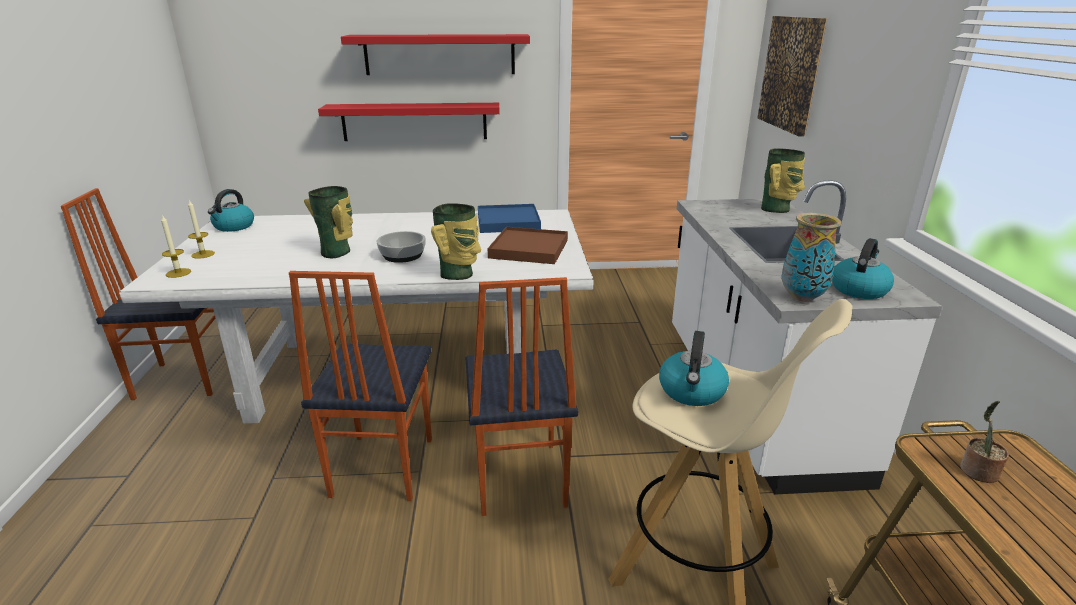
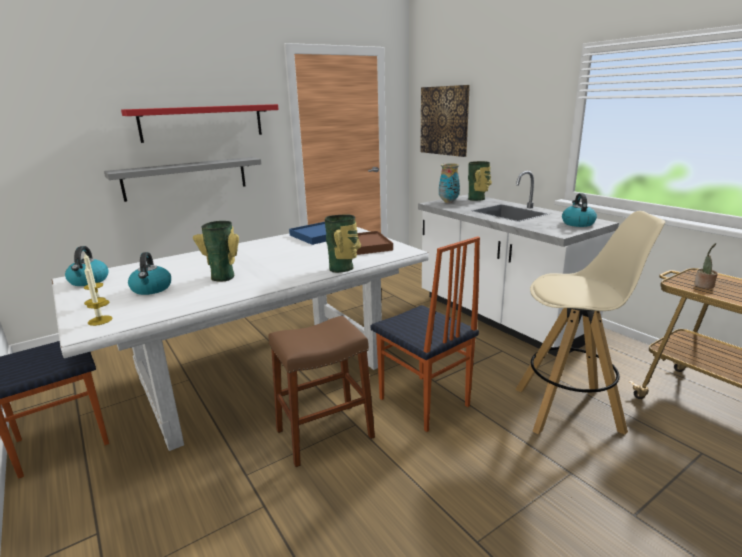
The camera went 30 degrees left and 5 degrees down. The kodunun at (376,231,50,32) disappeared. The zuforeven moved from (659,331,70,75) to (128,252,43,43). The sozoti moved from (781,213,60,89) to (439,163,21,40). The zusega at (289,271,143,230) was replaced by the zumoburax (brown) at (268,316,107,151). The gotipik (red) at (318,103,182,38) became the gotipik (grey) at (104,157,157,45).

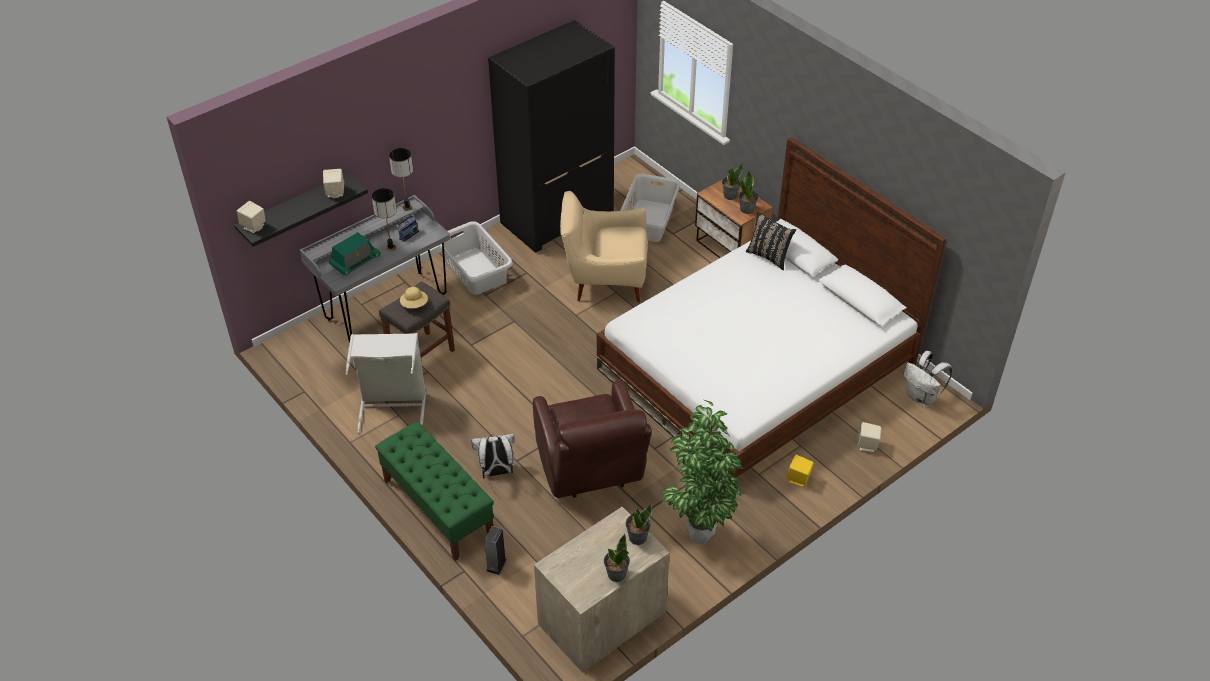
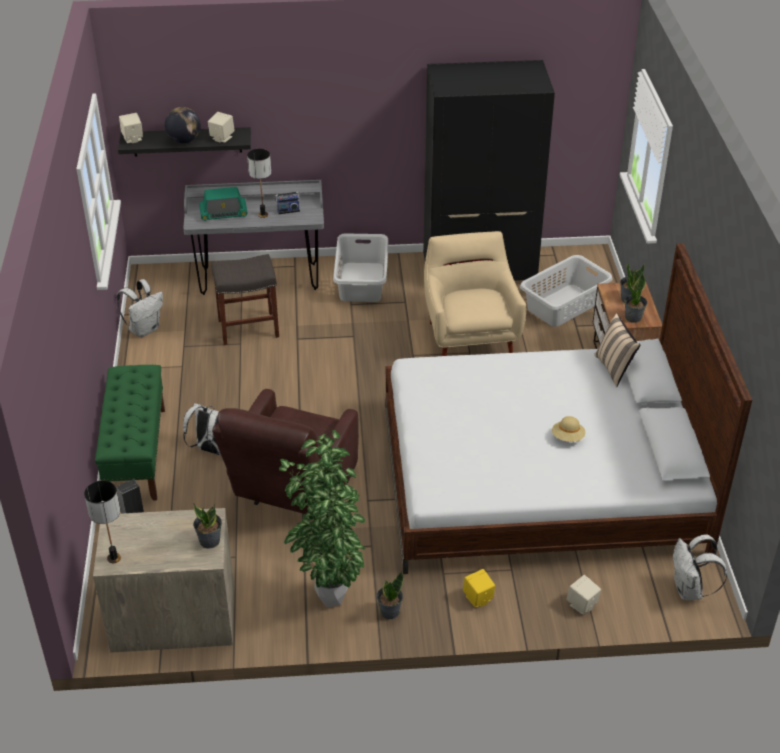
The camera went 35 degrees right and 5 degrees down. The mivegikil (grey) at (345,333,81,100) disappeared. The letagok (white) at (117,279,46,58) appeared. The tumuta at (164,107,37,36) appeared. The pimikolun moved from (389,148,24,63) to (84,480,37,83). The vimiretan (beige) moved from (400,287,28,21) to (552,416,33,26). The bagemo moved from (604,534,26,48) to (377,572,26,47). The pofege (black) at (746,212,50,58) became the pofege (beige) at (594,313,46,74). The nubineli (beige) at (560,191,87,111) turned 45 degrees clockwise.

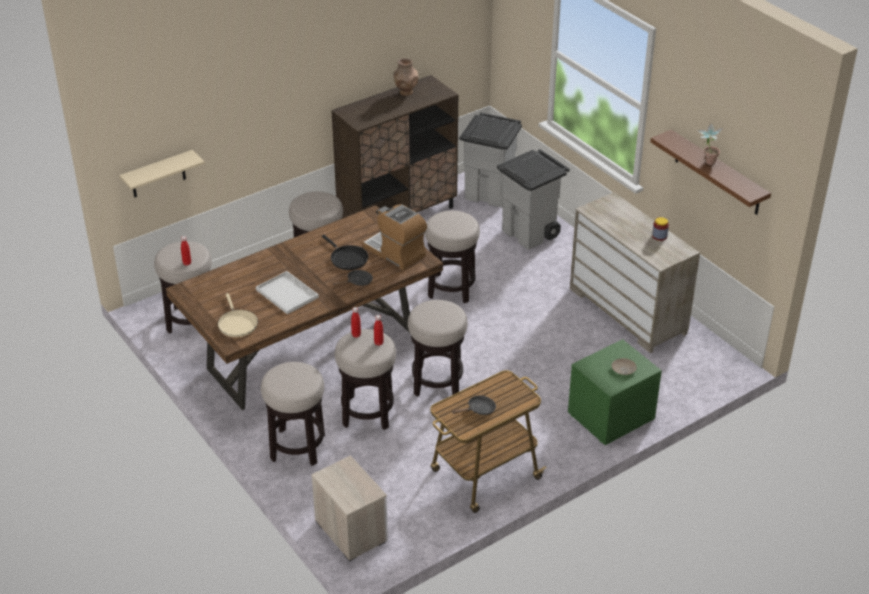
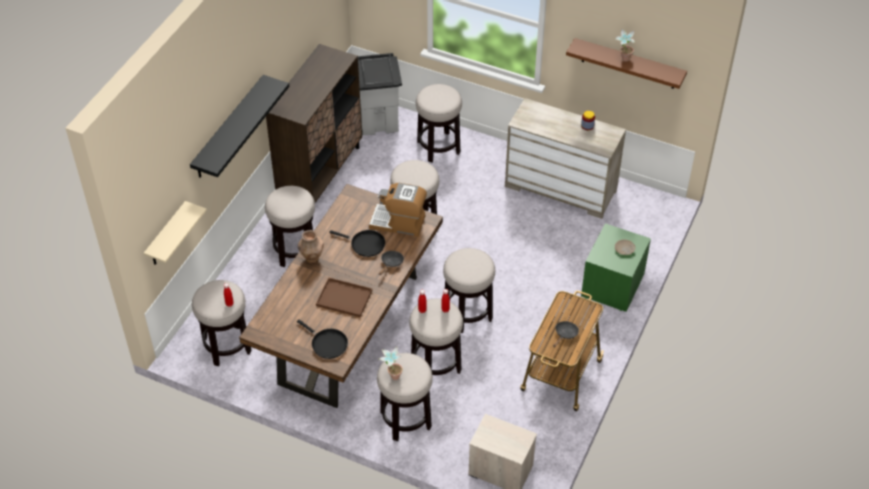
The camera went 30 degrees left and 10 degrees up. The gotipik (black) at (190,75,100,103) appeared. The bagemo at (379,347,24,33) appeared. The sozoti (brown) moved from (393,58,25,38) to (298,230,26,33). The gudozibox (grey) at (497,149,73,100) was replaced by the zumoburax at (416,84,46,78). The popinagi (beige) at (218,293,40,44) became the popinagi (black) at (297,319,51,40). The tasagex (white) at (256,271,63,43) became the tasagex (brown) at (316,278,56,39).

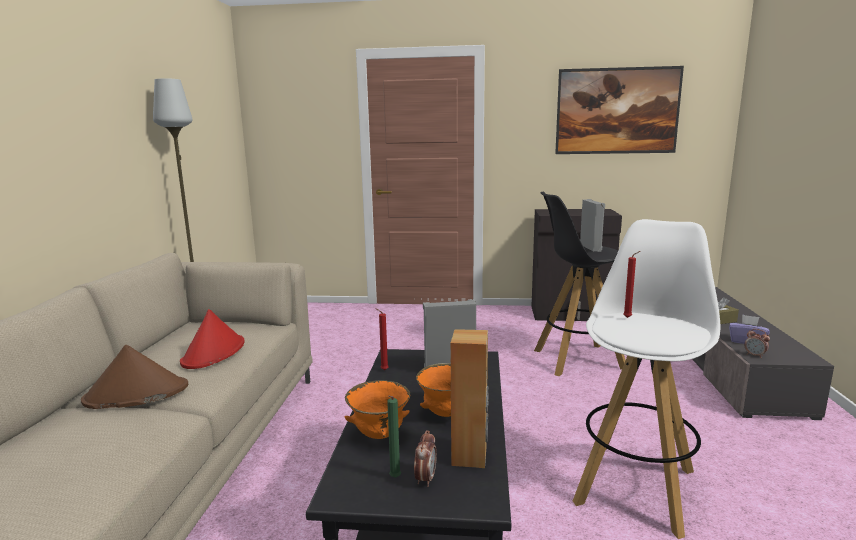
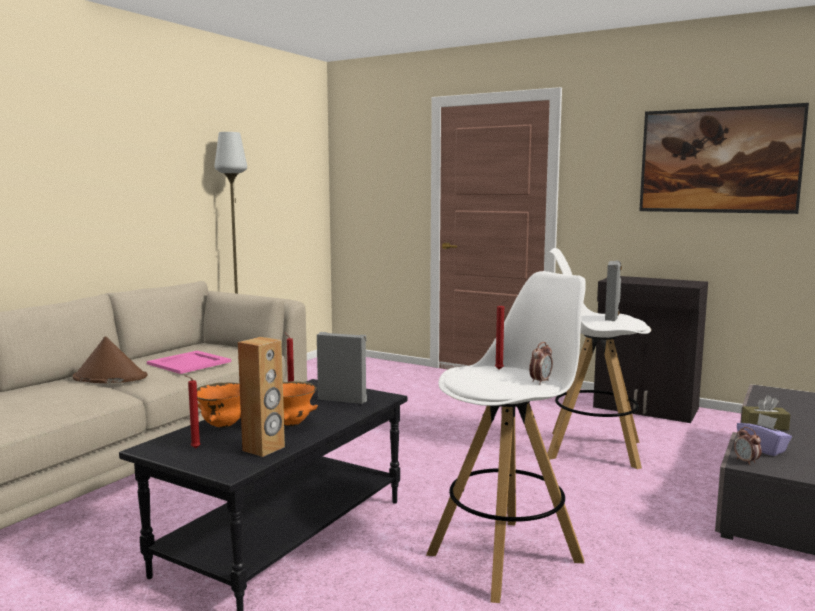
The camera went 25 degrees right and 5 degrees down. The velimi moved from (414,430,23,57) to (529,342,24,42). The vimiretan (red) at (180,309,65,60) was replaced by the tasagex (pink) at (147,351,84,23). The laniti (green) at (387,396,14,82) became the laniti (red) at (184,375,17,73). The zumoburax (black) at (534,192,92,184) became the zumoburax (white) at (547,248,104,221).

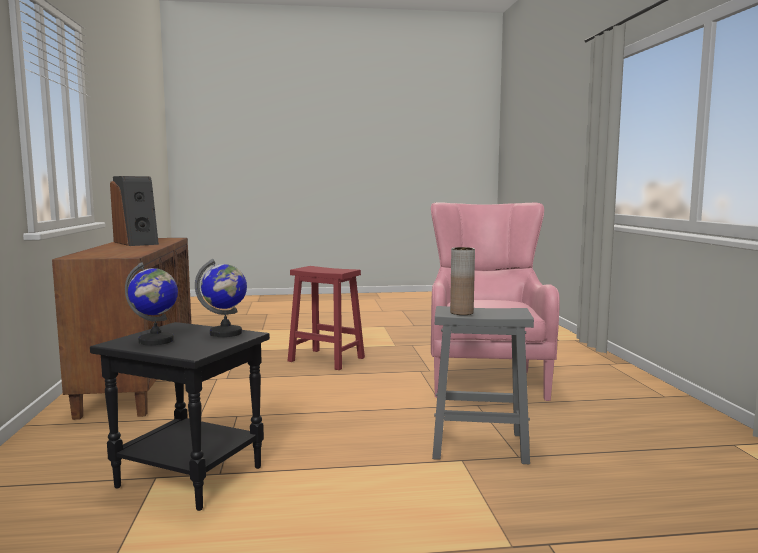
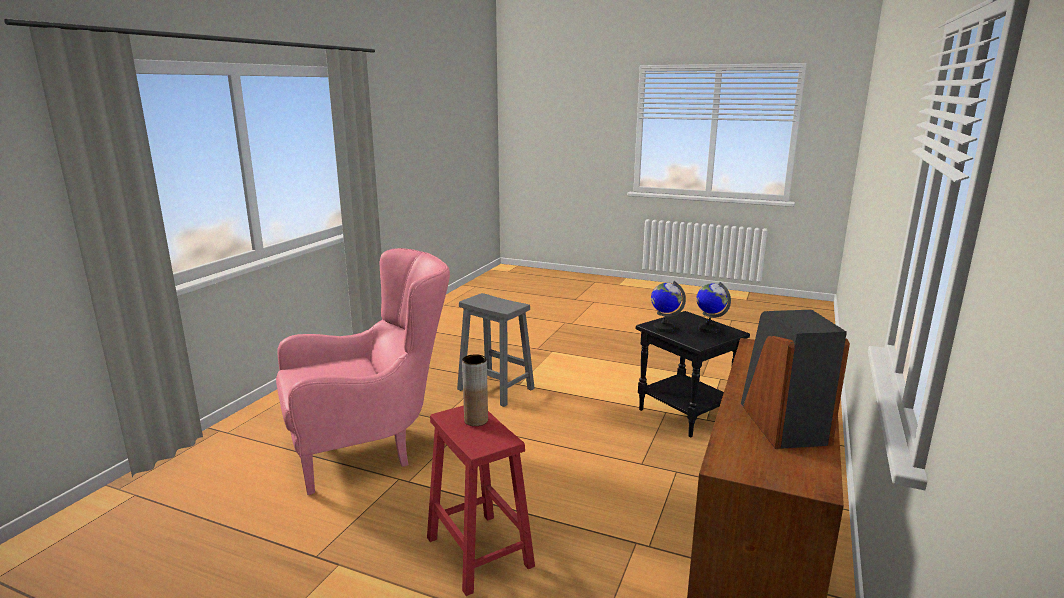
The camera went 150 degrees left and 10 degrees up. The sozoti (brown) moved from (450,247,25,68) to (462,354,26,72). The nubineli (pink) at (431,202,129,199) turned 150 degrees counterclockwise.

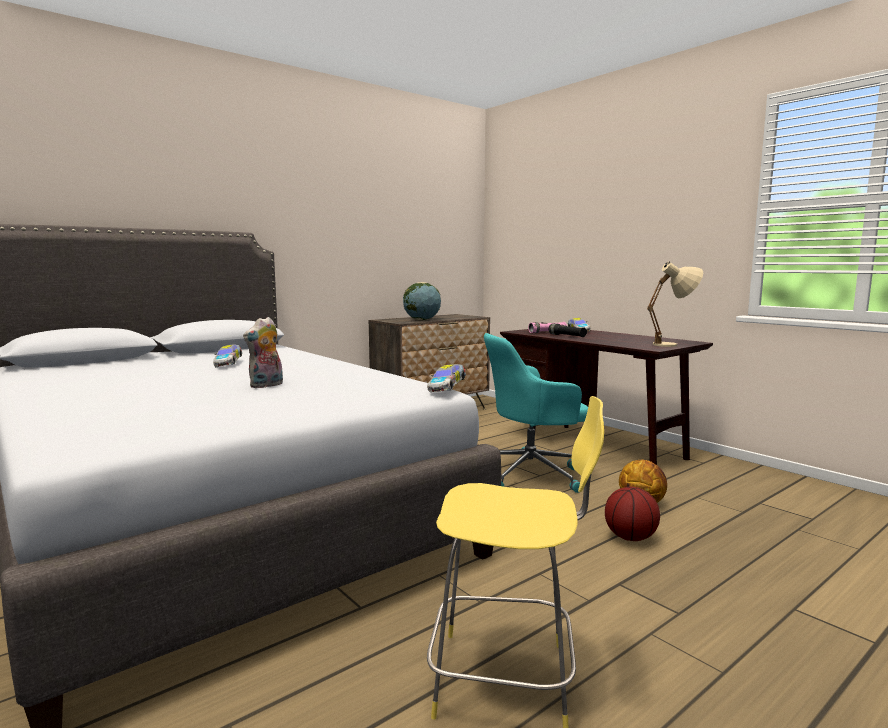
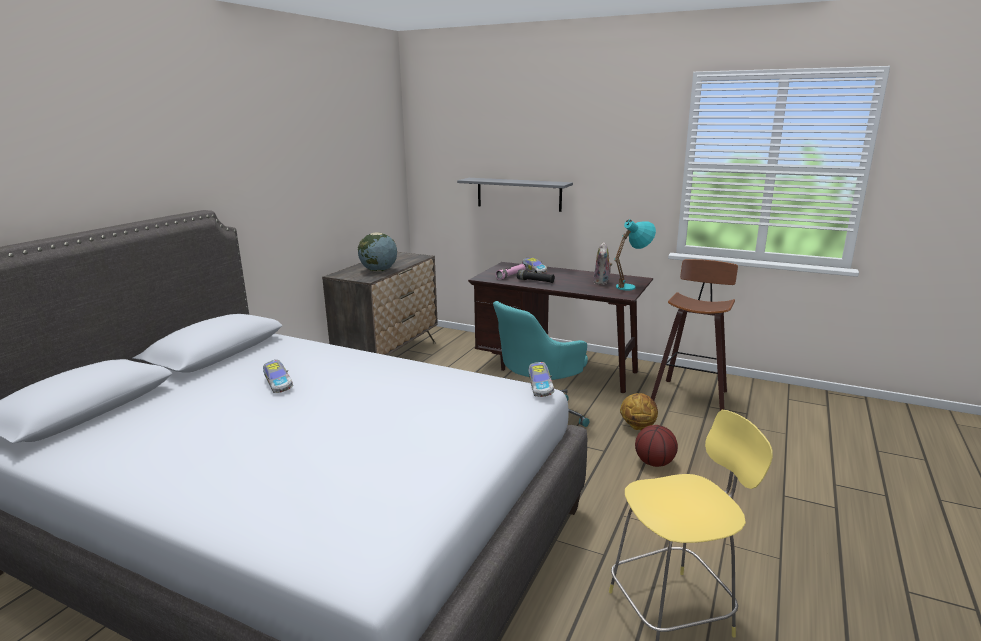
The camera went 25 degrees left and 10 degrees up. The gotipik (grey) at (457,178,116,34) appeared. The zumoburax at (651,259,87,152) appeared. The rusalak moved from (243,317,40,71) to (594,242,19,43). The pimikolun (beige) at (647,262,56,85) became the pimikolun (turquoise) at (614,220,42,70).

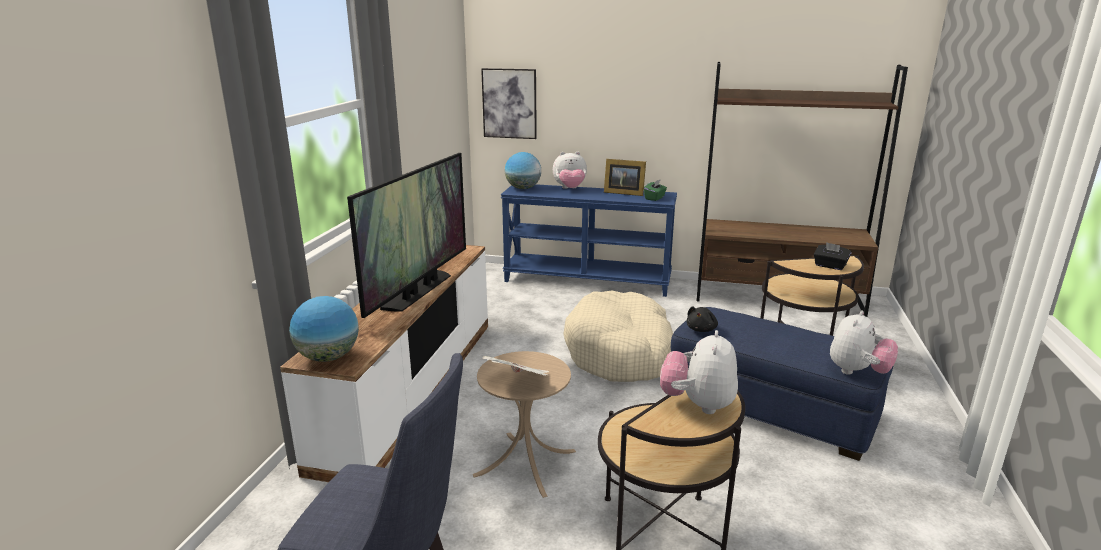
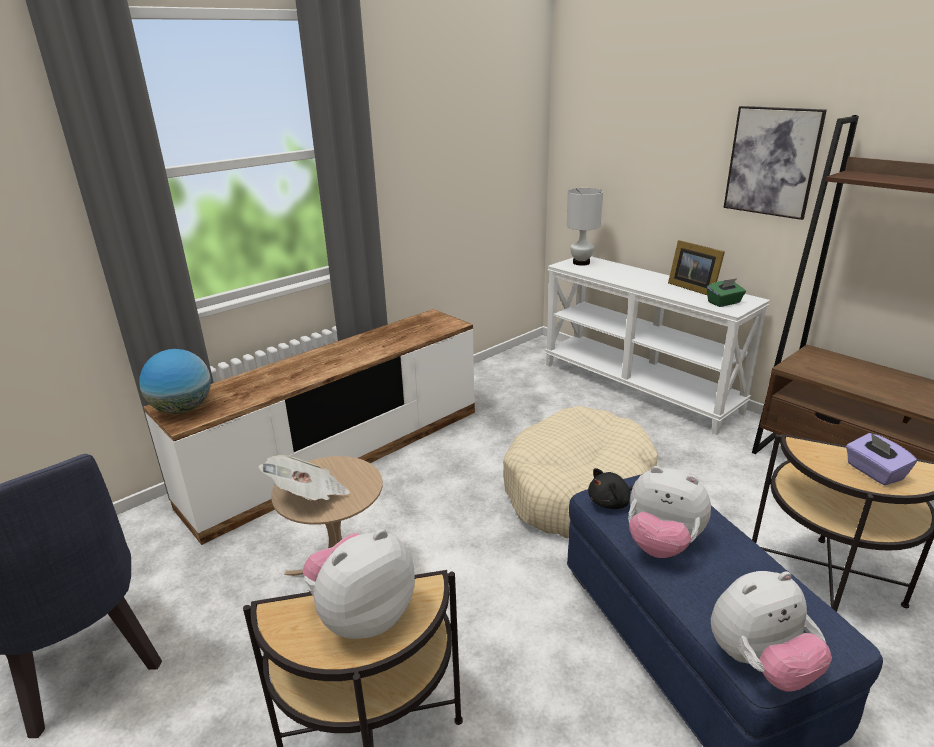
The camera went 35 degrees right and 5 degrees up. The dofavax at (347,153,119,165) disappeared. The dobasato moved from (481,68,56,71) to (723,106,104,114). The rusalak moved from (553,151,34,38) to (628,466,83,92). The tumuta at (505,152,36,37) was replaced by the pimikolun (white) at (566,188,37,78). The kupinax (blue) at (501,184,176,113) became the kupinax (white) at (545,256,225,179). The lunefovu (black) at (814,242,38,28) became the lunefovu (purple) at (846,433,71,53).

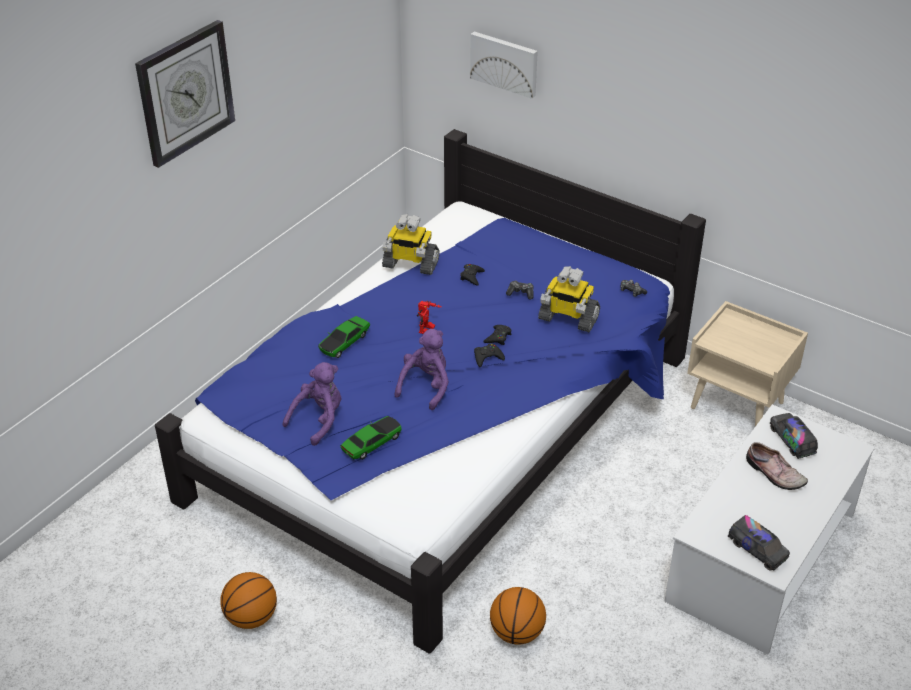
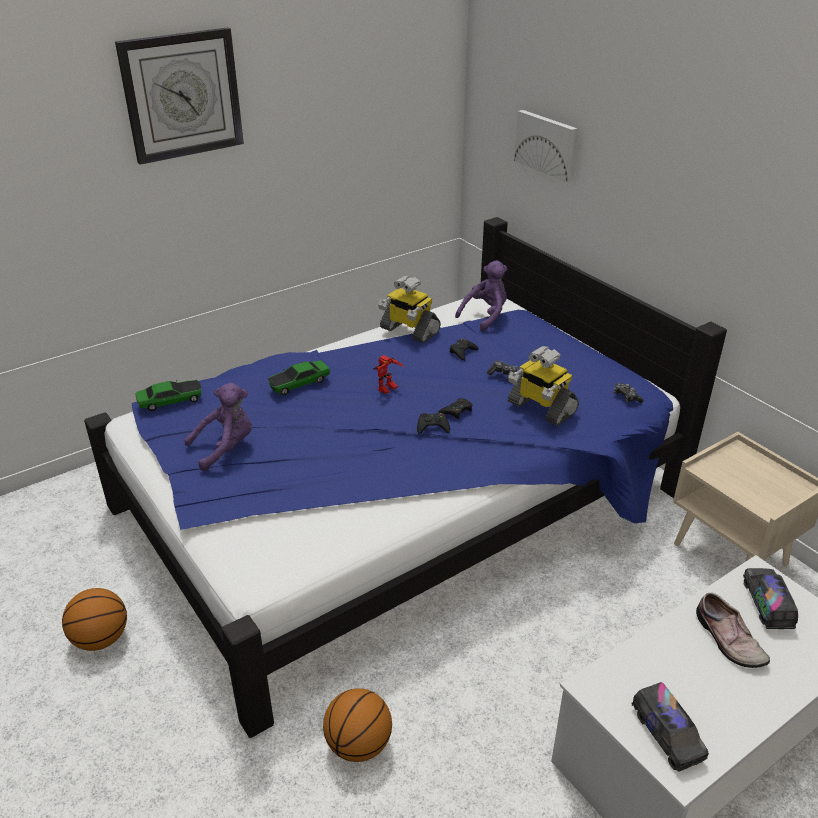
The camera went 20 degrees right and 5 degrees down. The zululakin moved from (340,416,62,44) to (136,380,65,31). The rusalak (purple) moved from (395,329,54,81) to (455,260,52,72).

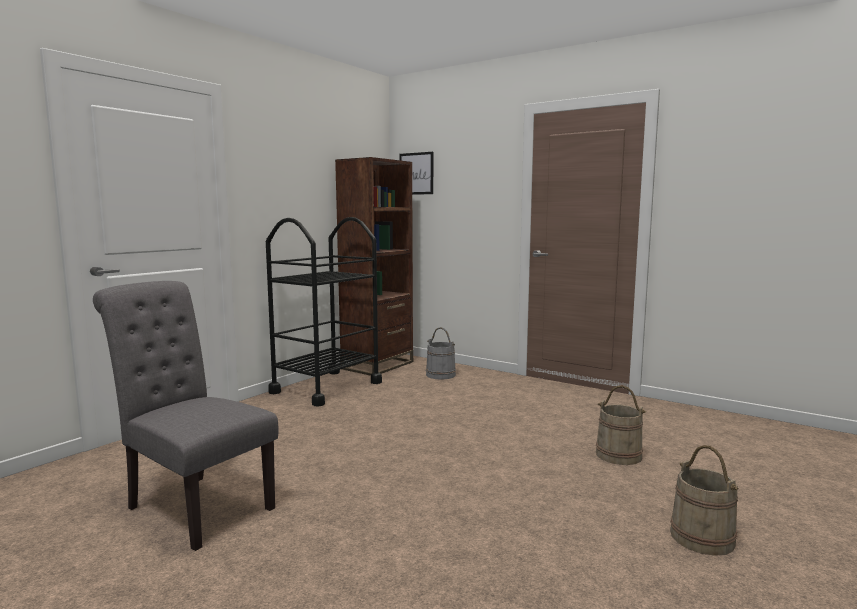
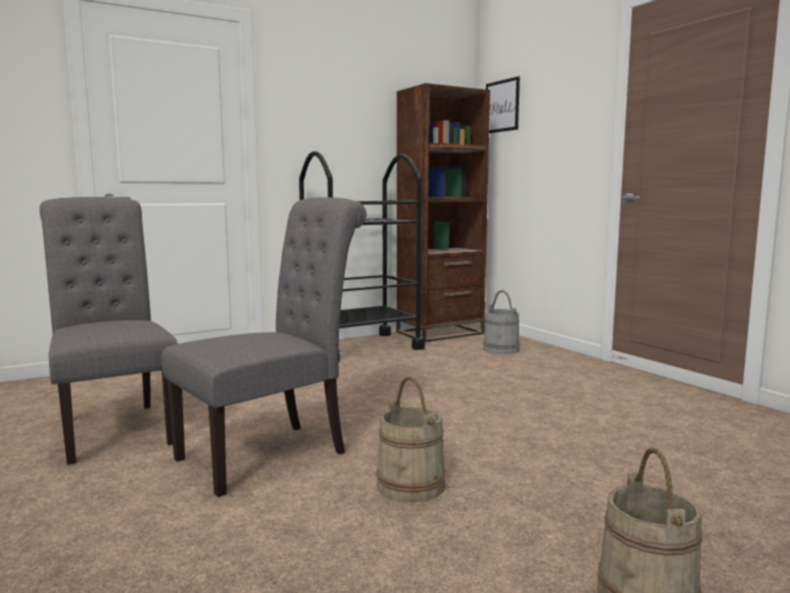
The camera went 25 degrees right and 0 degrees up. The zusega (grey) at (161,197,205,300) appeared. The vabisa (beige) moved from (596,385,50,80) to (376,377,70,126).

